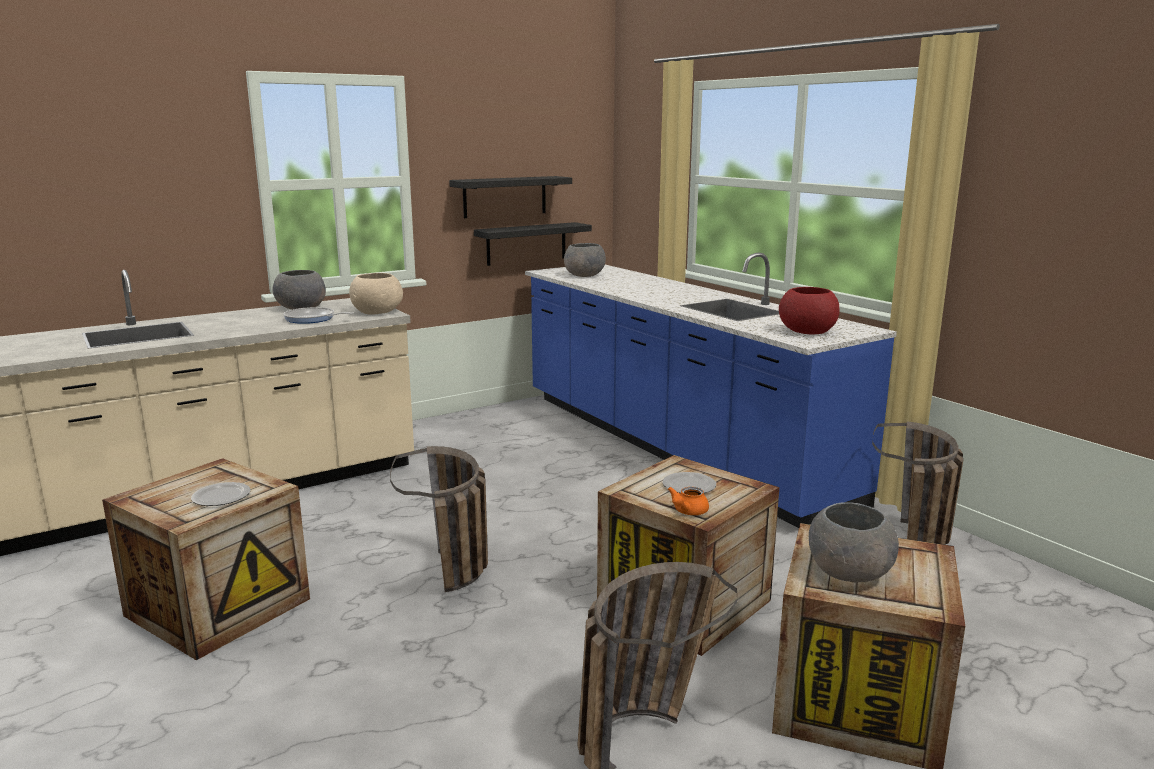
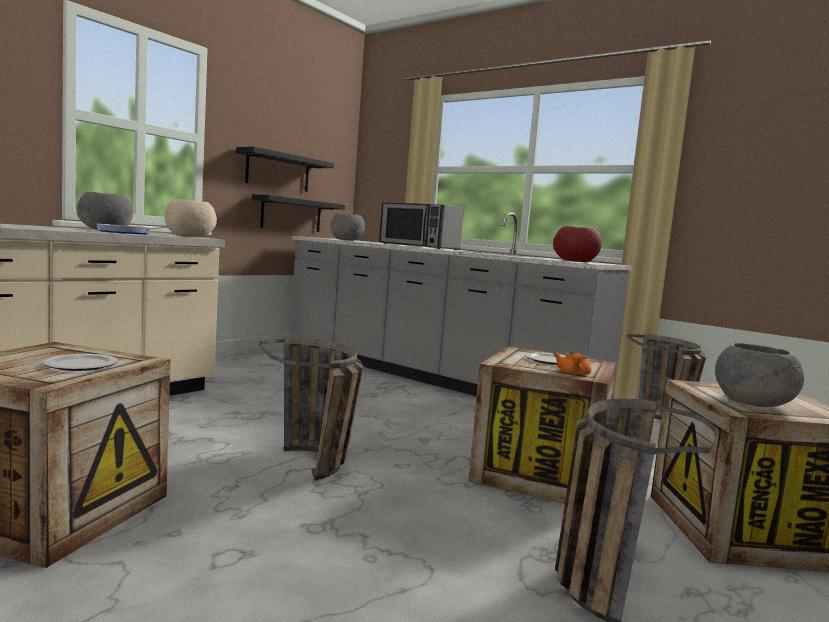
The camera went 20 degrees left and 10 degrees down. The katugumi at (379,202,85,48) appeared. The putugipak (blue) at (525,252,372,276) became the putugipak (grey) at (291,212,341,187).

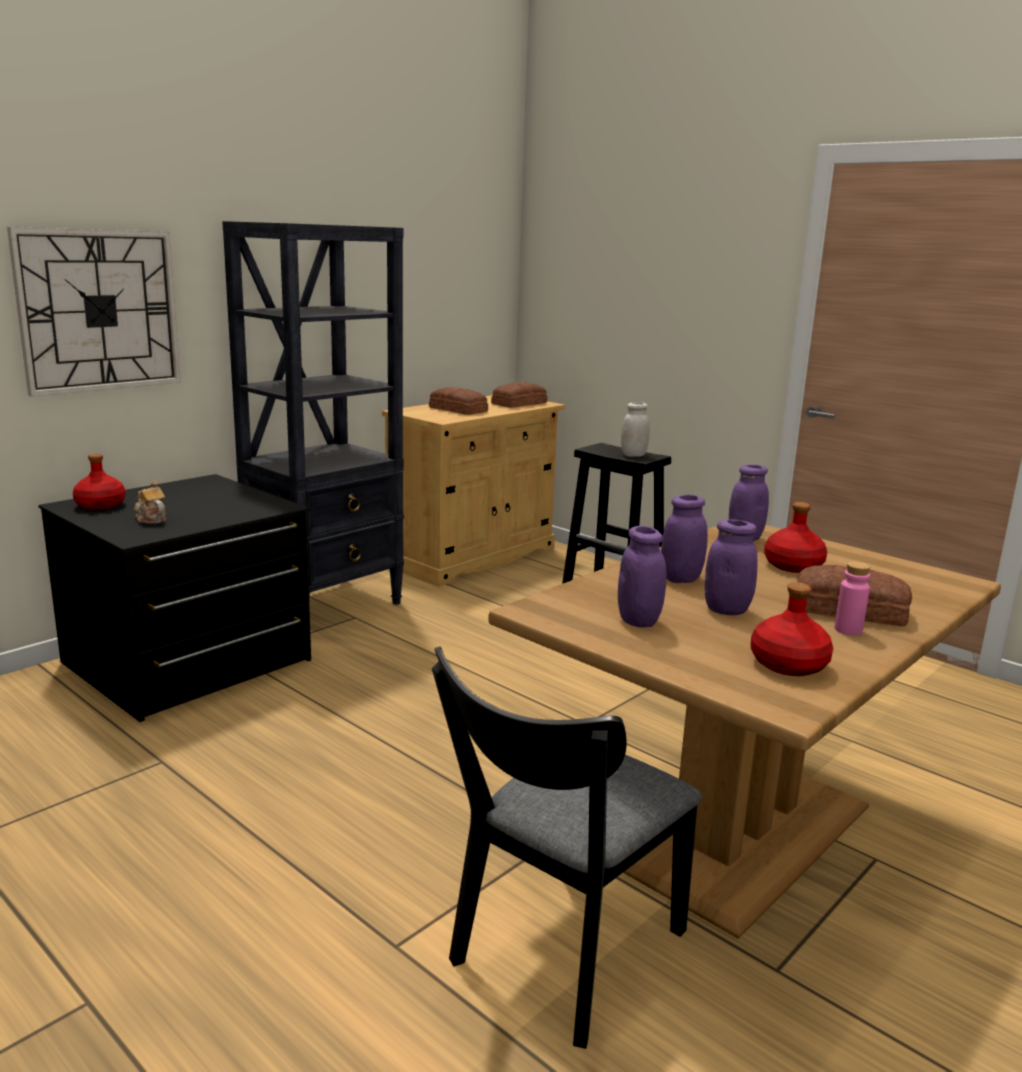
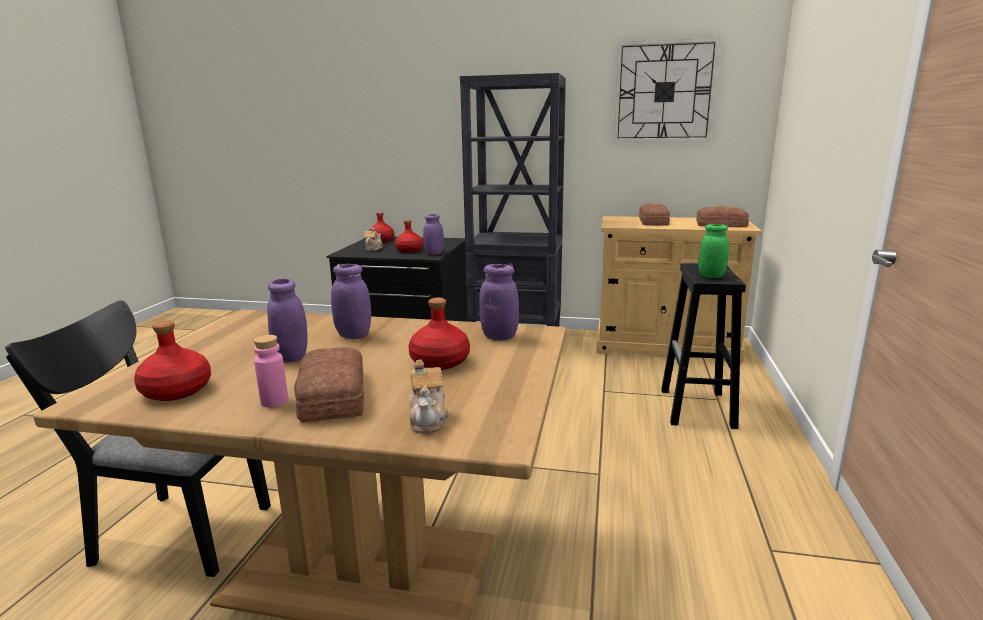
The camera went 60 degrees right and 0 degrees up. The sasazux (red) at (395,220,28,33) appeared. The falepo at (409,359,40,75) appeared. The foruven moved from (7,227,174,170) to (614,38,106,104). The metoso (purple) moved from (618,526,48,101) to (423,214,21,41). The metoso (white) at (621,402,29,55) became the metoso (green) at (698,224,31,54).

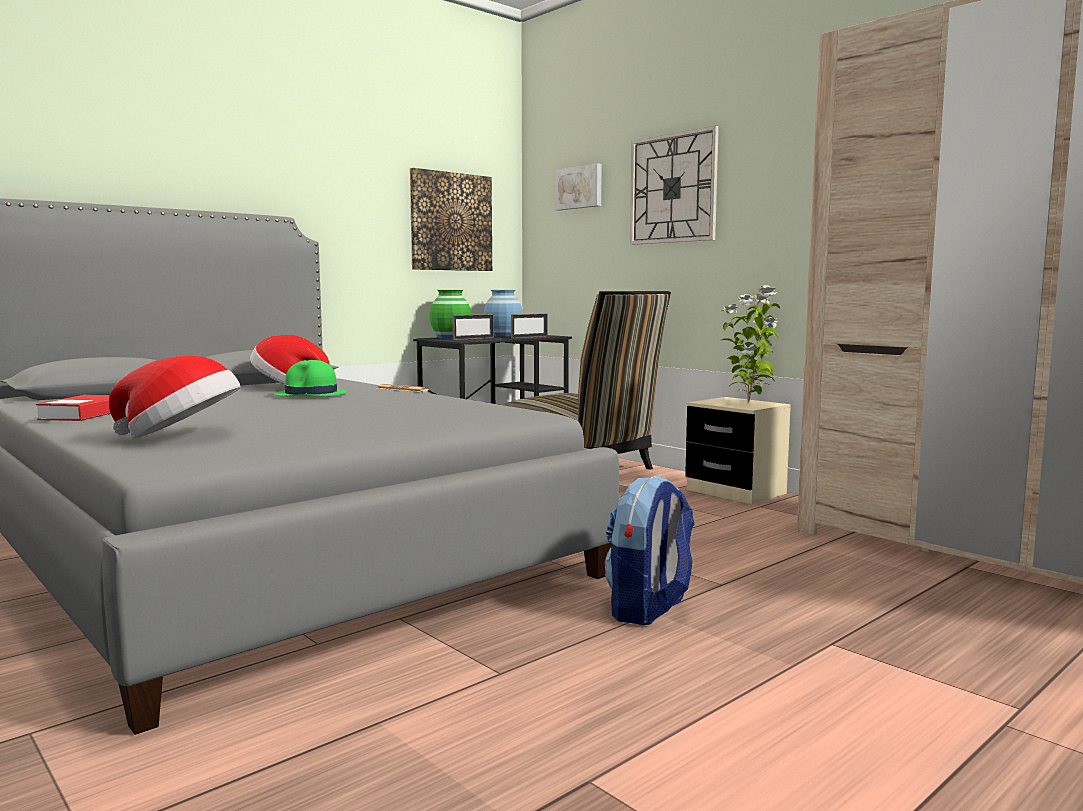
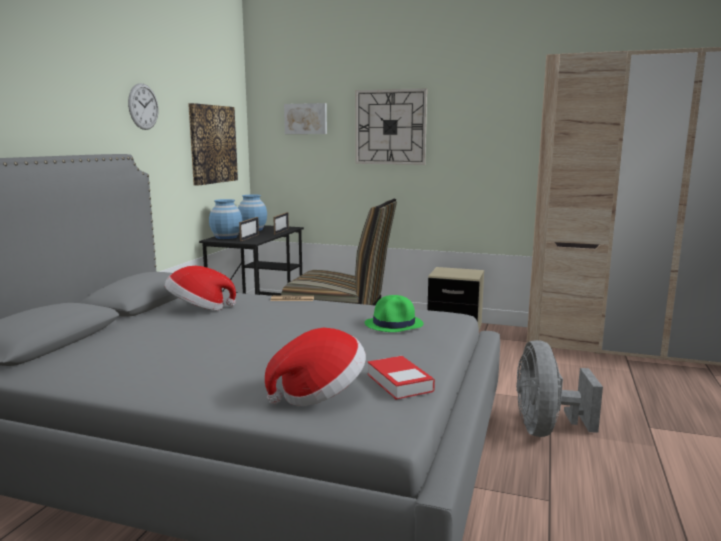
The camera went 30 degrees left and 5 degrees up. The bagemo at (720,285,60,117) disappeared. The foruven at (128,83,30,47) appeared. The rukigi moved from (36,395,75,26) to (368,356,67,44). The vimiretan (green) moved from (274,360,73,36) to (365,295,58,37). The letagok at (604,476,91,149) was replaced by the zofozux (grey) at (516,340,87,97). The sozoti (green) at (430,290,41,49) became the sozoti (blue) at (209,199,33,40).

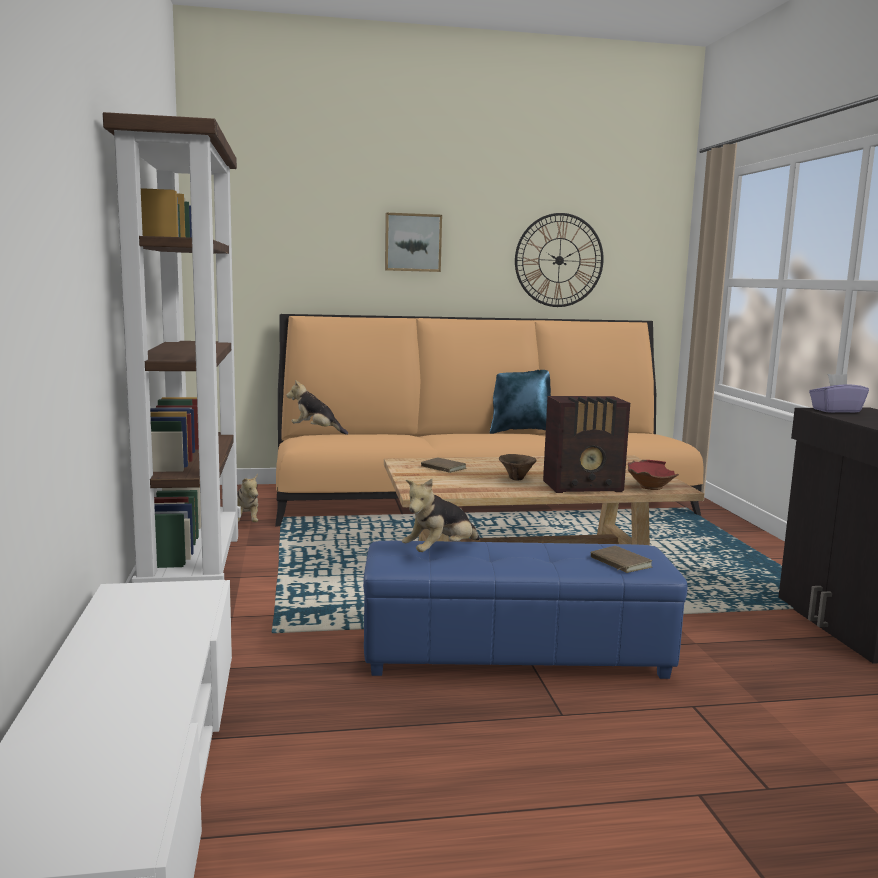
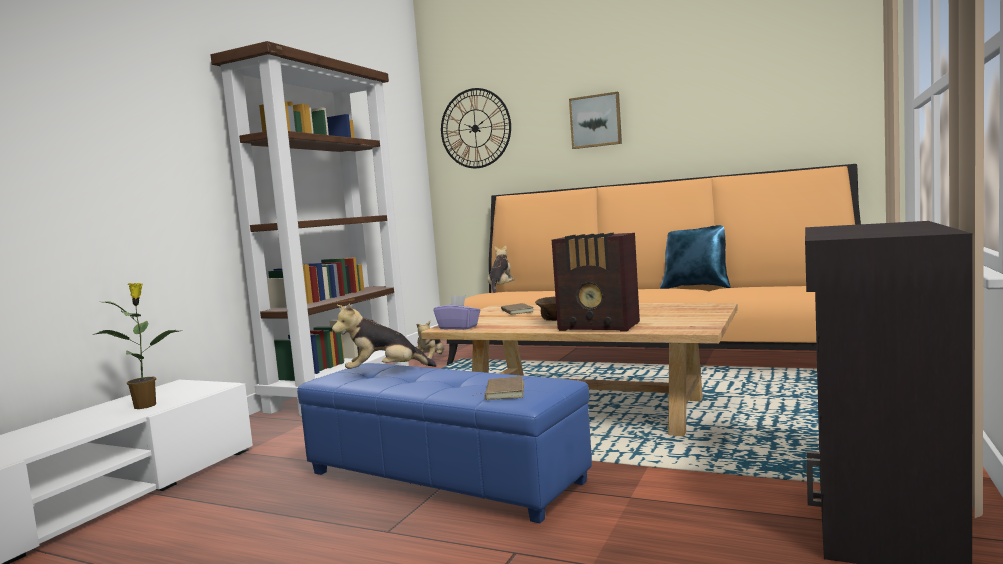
The camera went 35 degrees right and 5 degrees down. The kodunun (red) at (628,460,51,30) disappeared. The bagemo at (92,283,91,126) appeared. The foruven moved from (515,213,89,94) to (441,88,70,80). The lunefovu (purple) moved from (809,374,60,39) to (433,295,47,35). The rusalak at (287,380,61,55) turned 45 degrees clockwise.

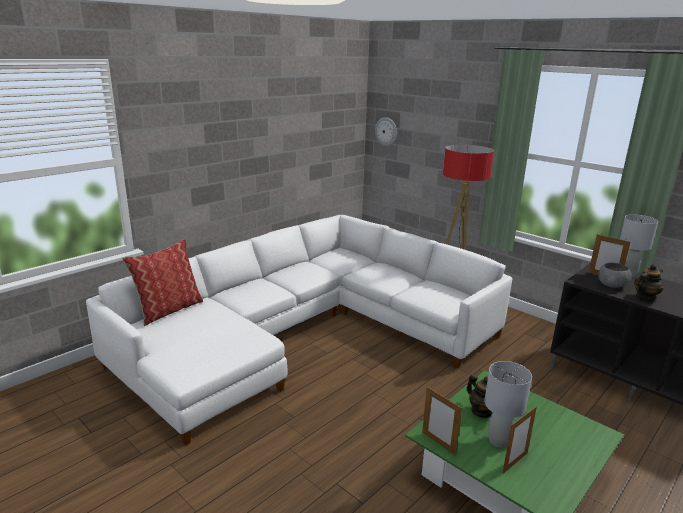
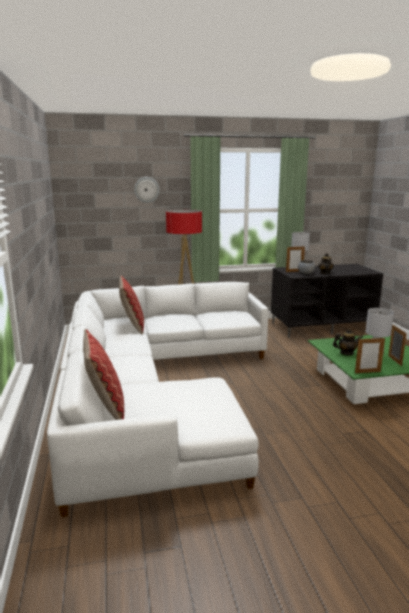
The camera went 55 degrees left and 5 degrees down. The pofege at (119,275,25,60) appeared. The foruven moved from (375,117,22,29) to (134,177,26,26).

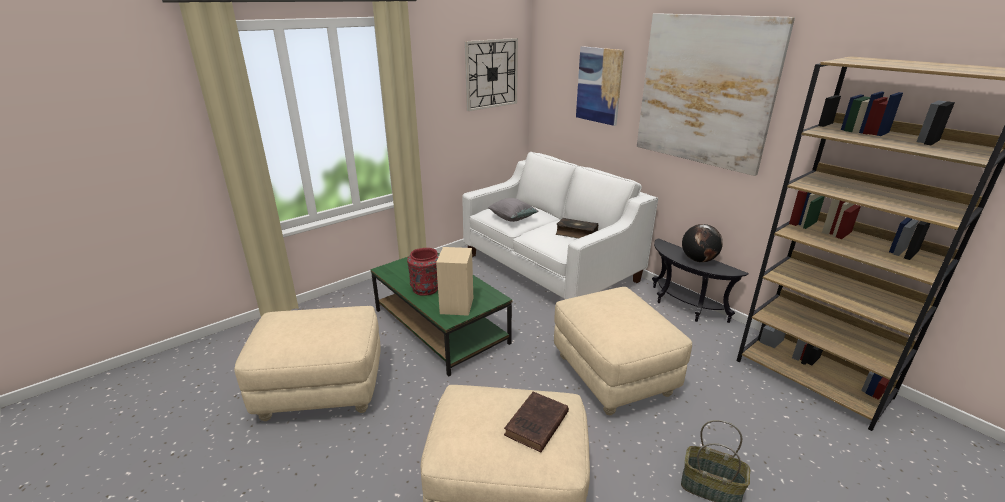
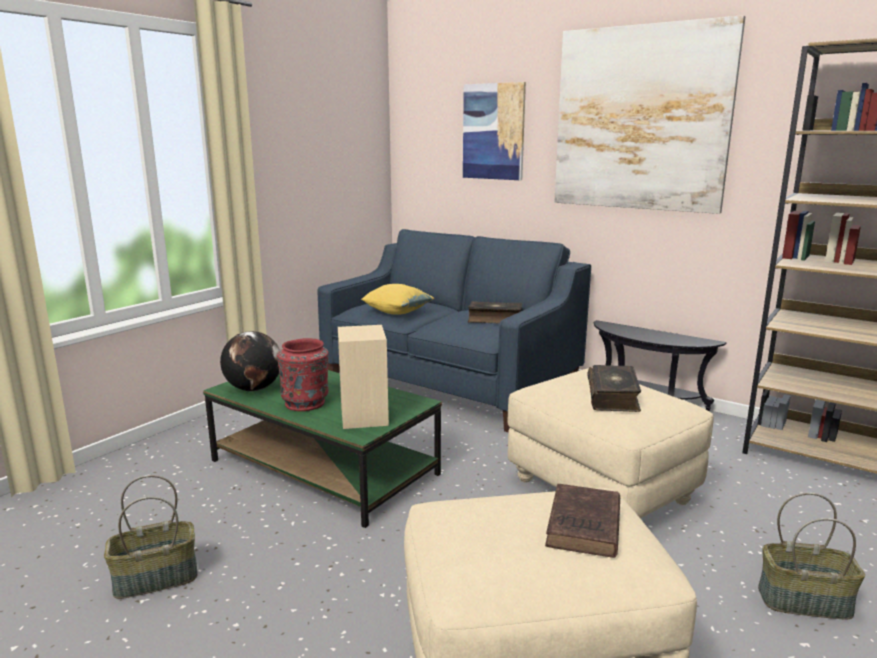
The camera went 15 degrees left and 10 degrees down. The foruven at (465,38,53,73) disappeared. The rukigi at (587,365,54,47) appeared. The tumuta moved from (682,224,41,38) to (220,331,60,60). The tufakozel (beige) at (234,306,147,115) was replaced by the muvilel at (104,475,94,124). The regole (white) at (462,152,196,148) became the regole (blue) at (317,229,274,203). The pofege (grey) at (488,198,51,24) became the pofege (yellow) at (361,284,73,31).

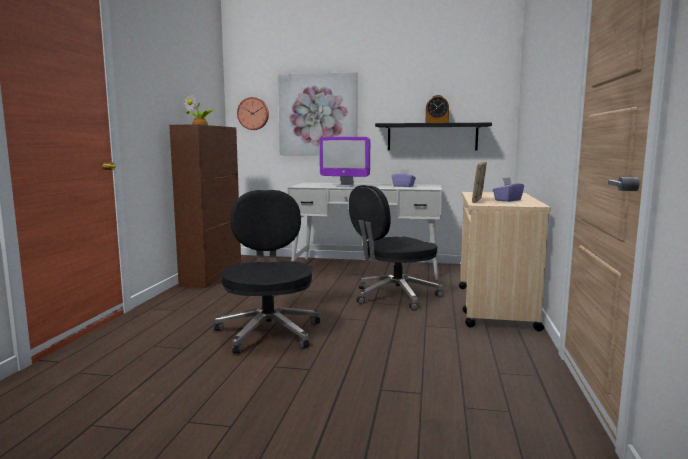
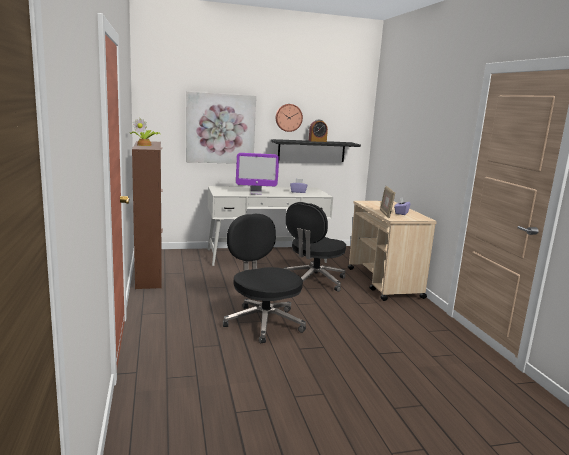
The camera went 25 degrees left and 5 degrees up. The foruven moved from (237,97,32,33) to (276,104,27,28).

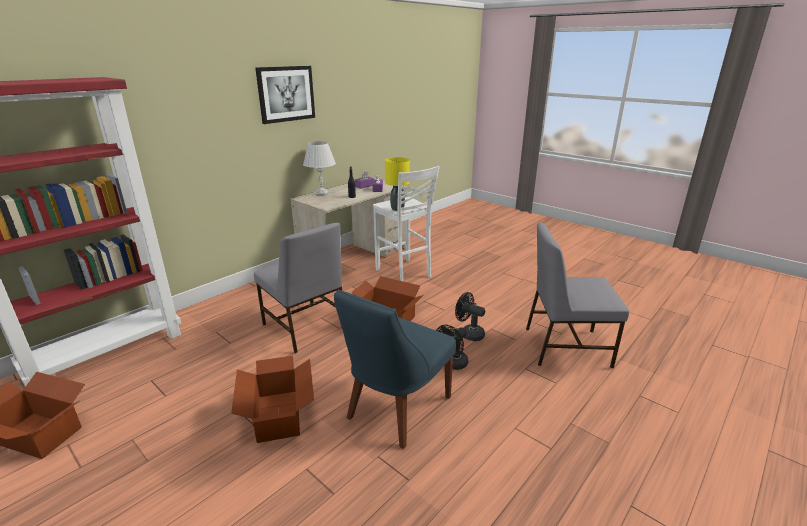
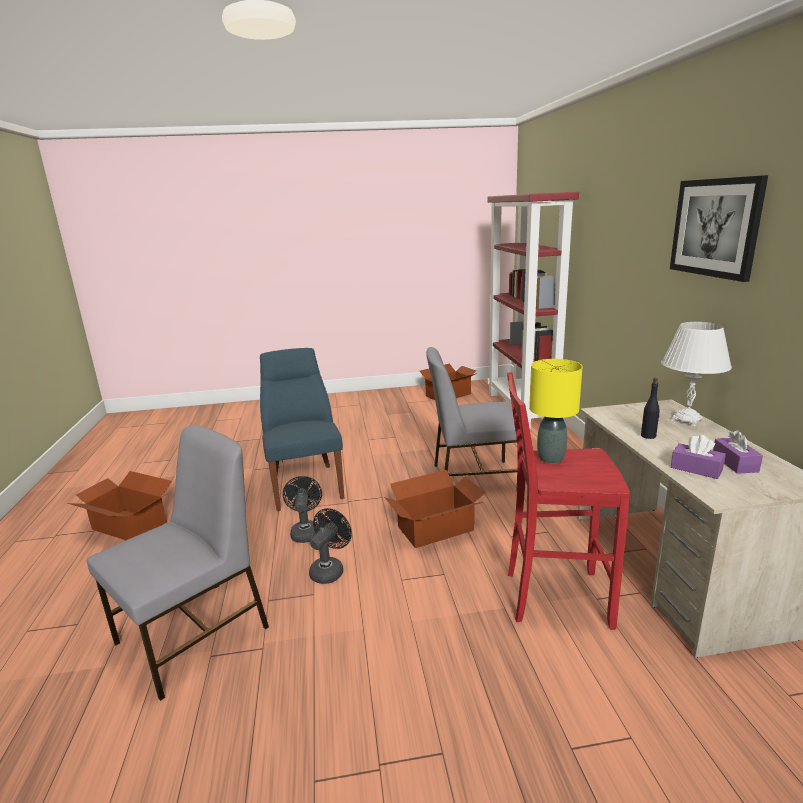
The camera went 130 degrees right and 5 degrees down. The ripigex moved from (231,356,83,87) to (67,471,105,69). The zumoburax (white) at (373,166,67,116) became the zumoburax (red) at (507,372,123,258). The zofozux (black) at (455,292,30,49) turned 45 degrees counterclockwise.

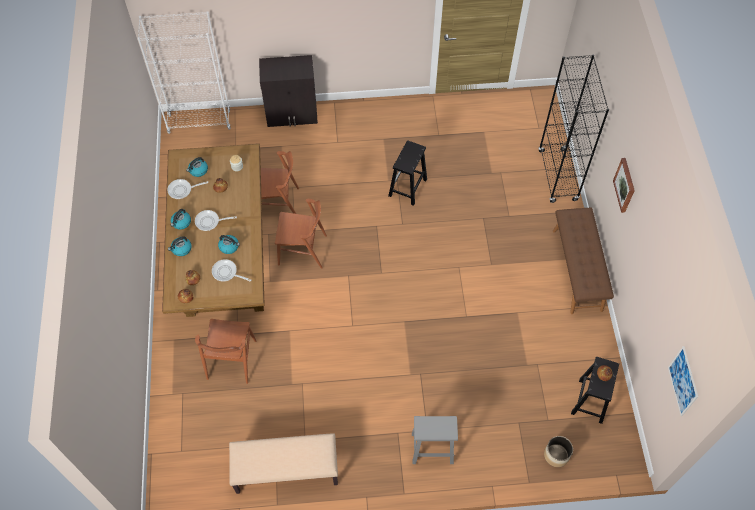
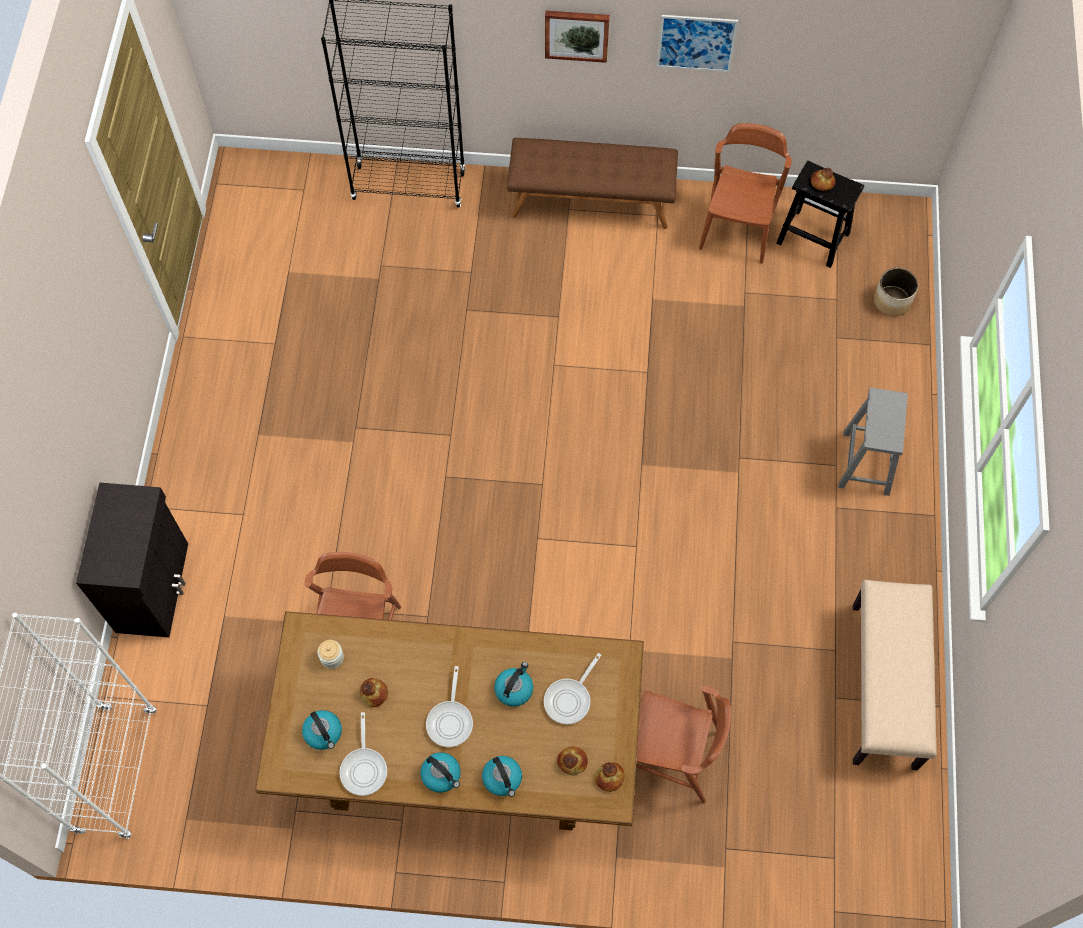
The camera went 80 degrees left and 5 degrees up. The zumoburax (black) at (388,140,39,66) disappeared. The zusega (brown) moved from (275,199,52,70) to (699,123,93,140). The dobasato moved from (668,346,30,70) to (656,15,82,57).

